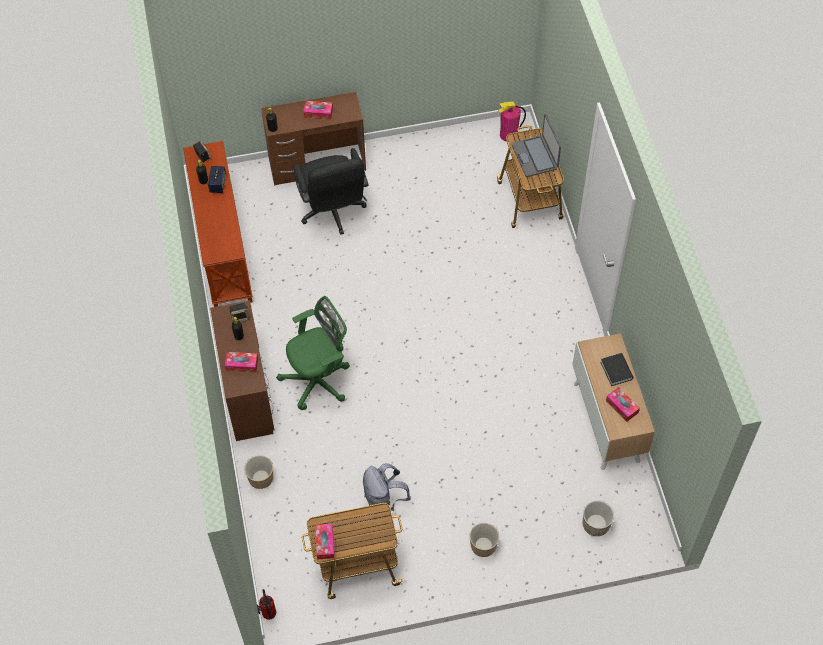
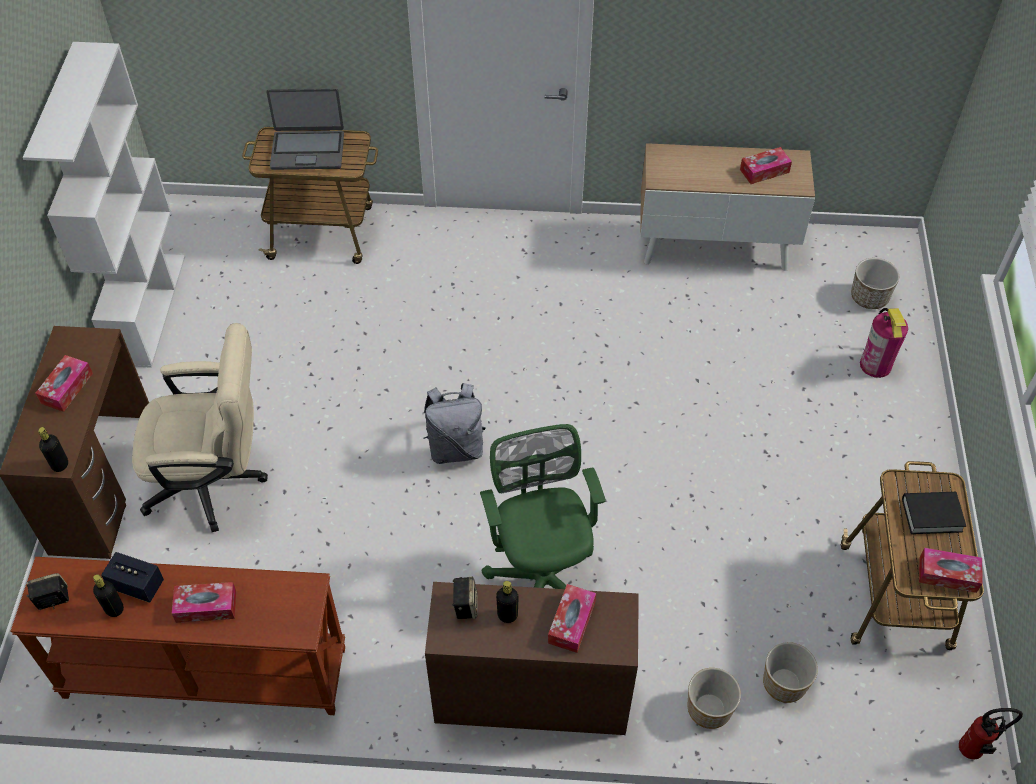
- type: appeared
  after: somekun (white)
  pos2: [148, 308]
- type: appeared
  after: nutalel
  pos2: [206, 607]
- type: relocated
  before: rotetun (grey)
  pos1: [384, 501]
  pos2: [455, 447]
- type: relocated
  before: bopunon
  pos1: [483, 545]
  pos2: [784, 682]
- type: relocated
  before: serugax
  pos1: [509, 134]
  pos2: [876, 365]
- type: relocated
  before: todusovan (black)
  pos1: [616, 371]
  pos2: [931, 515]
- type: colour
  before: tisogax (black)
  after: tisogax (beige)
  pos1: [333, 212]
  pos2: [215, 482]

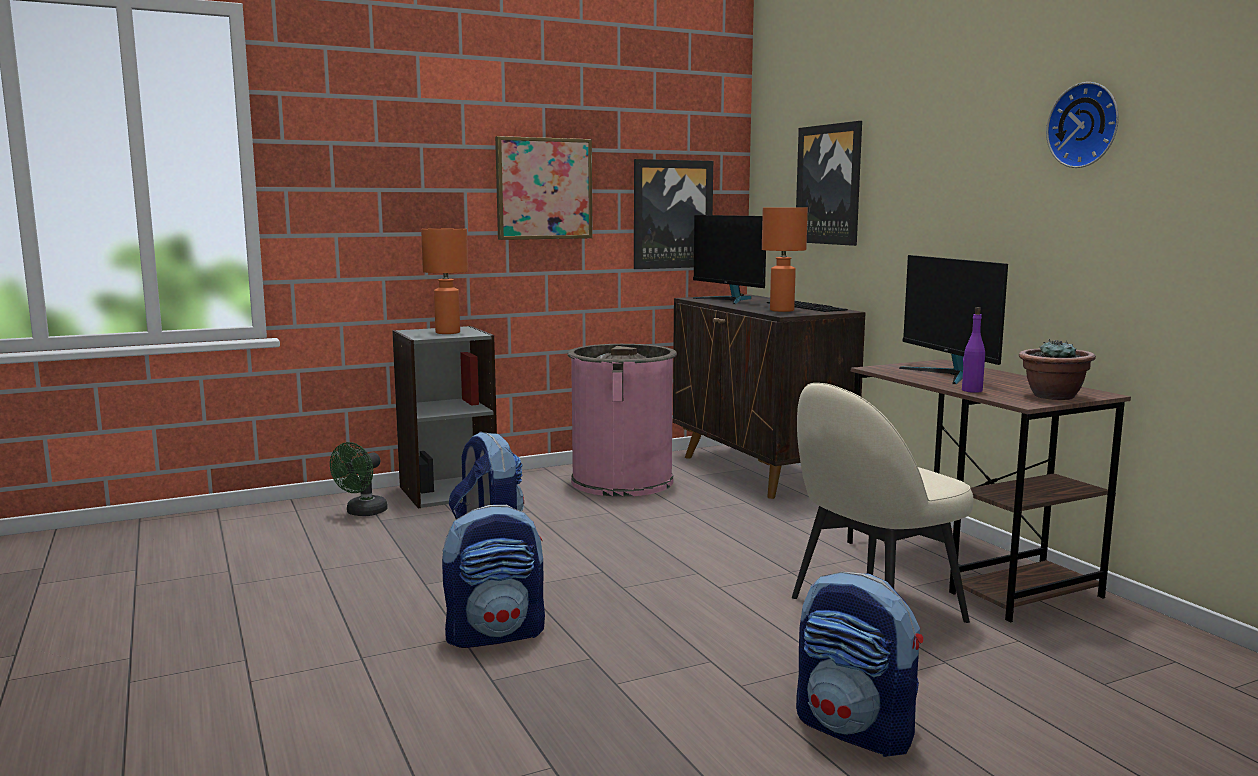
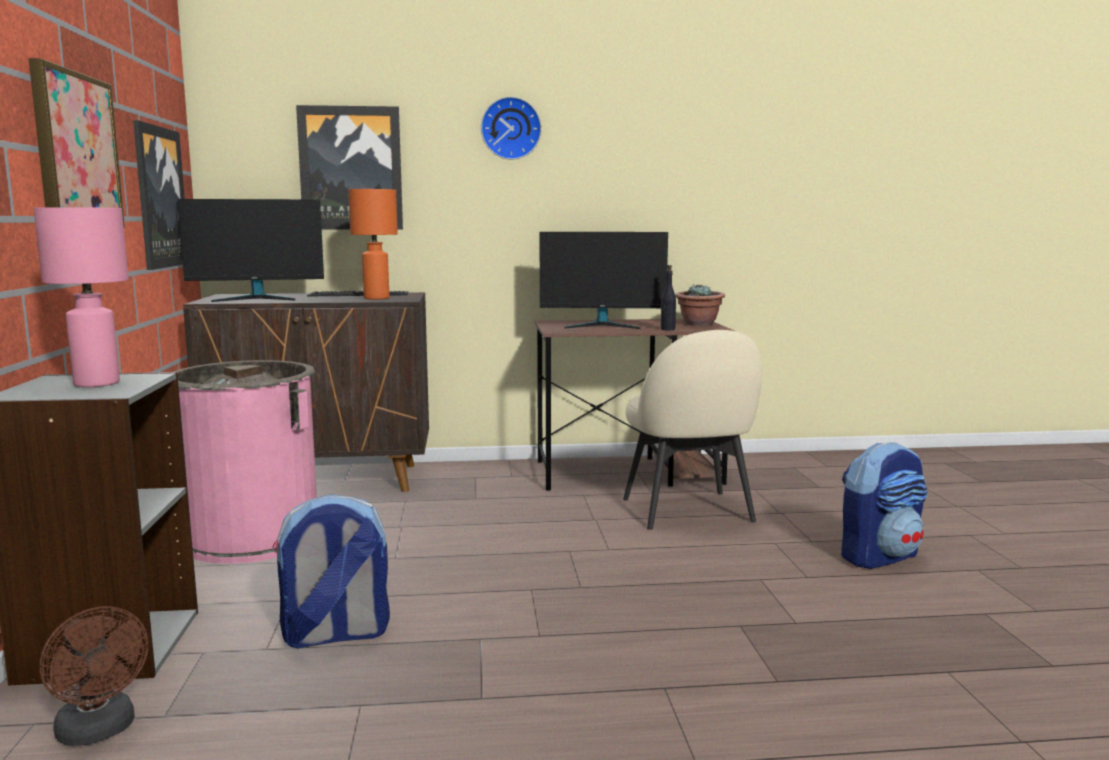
- type: missing
  before: rotetun
  pos1: [496, 634]
- type: relocated
  before: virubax
  pos1: [1086, 125]
  pos2: [510, 128]
- type: colour
  before: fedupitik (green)
  after: fedupitik (brown)
  pos1: [362, 513]
  pos2: [100, 731]
- type: colour
  before: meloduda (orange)
  after: meloduda (pink)
  pos1: [447, 333]
  pos2: [97, 384]
- type: colour
  before: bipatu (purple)
  after: bipatu (black)
  pos1: [971, 390]
  pos2: [667, 329]

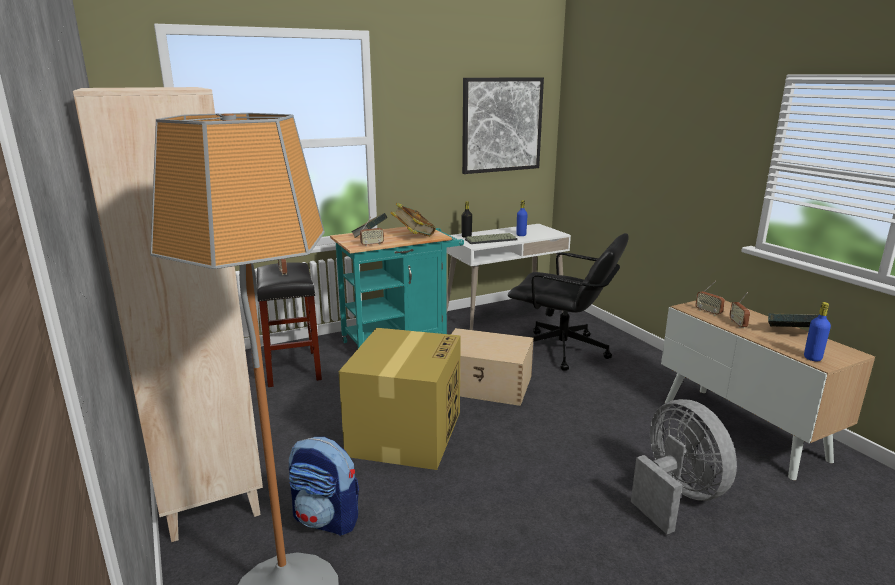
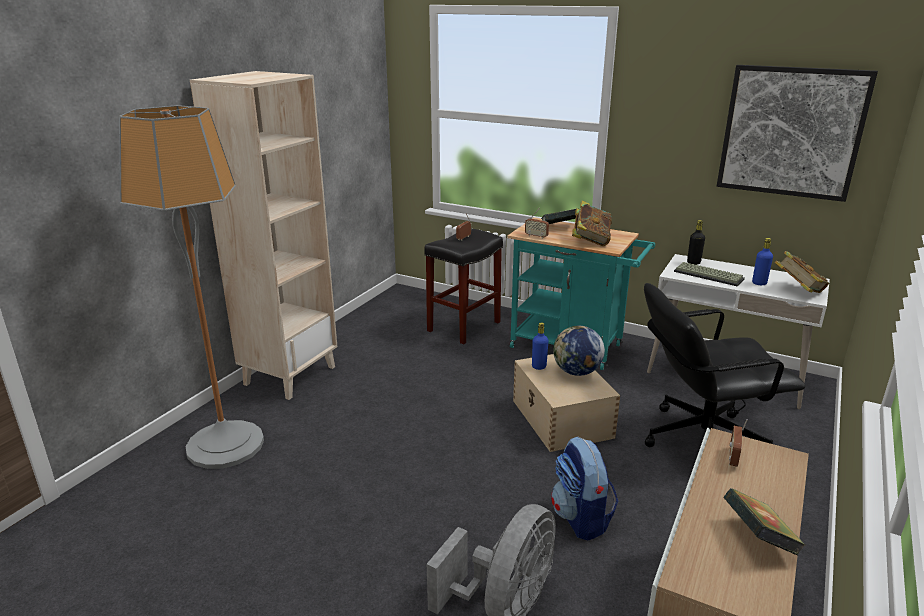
- type: missing
  before: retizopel
  pos1: [405, 432]
- type: missing
  before: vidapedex
  pos1: [738, 324]
- type: appeared
  after: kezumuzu
  pos2: [576, 372]
- type: appeared
  after: todusovan
  pos2: [797, 291]
- type: relocated
  before: rotetun
  pos1: [327, 519]
  pos2: [581, 518]
- type: relocated
  before: bipatu (blue)
  pos1: [812, 358]
  pos2: [539, 366]
- type: spun
  before: tisogax (black)
  pos1: [563, 351]
  pos2: [701, 439]
  turn: 90

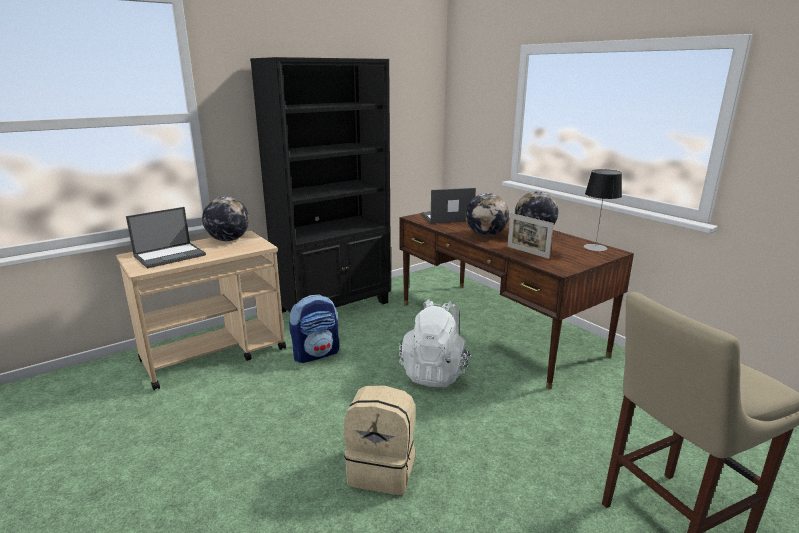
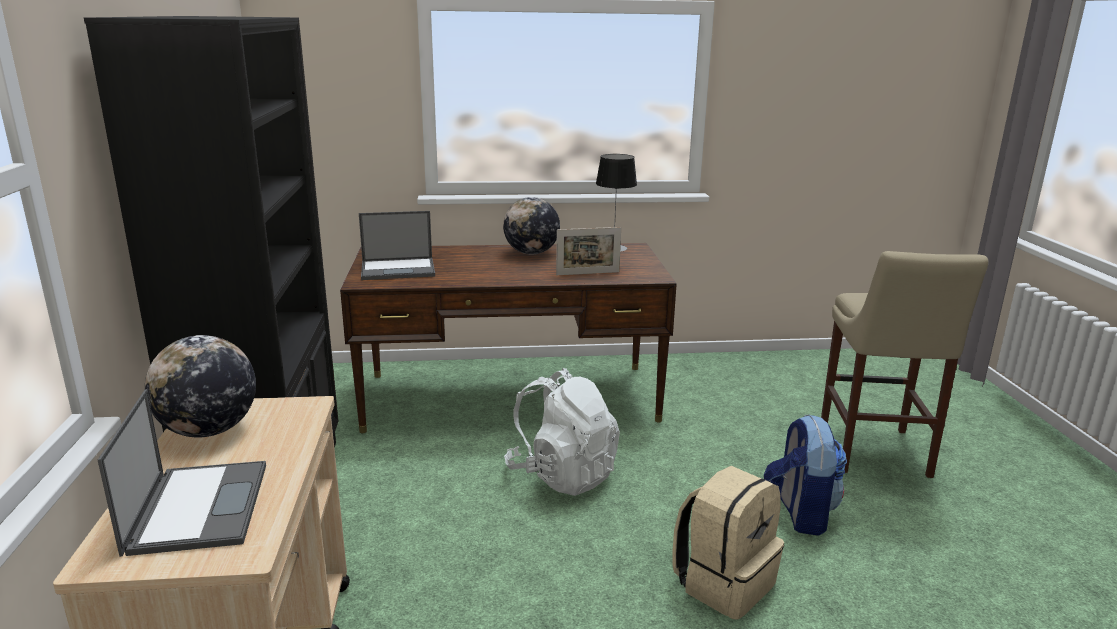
- type: missing
  before: kezumuzu
  pos1: [485, 235]
- type: relocated
  before: rotetun
  pos1: [316, 354]
  pos2: [800, 513]
- type: spun
  before: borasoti
  pos1: [446, 217]
  pos2: [399, 269]
  turn: -120

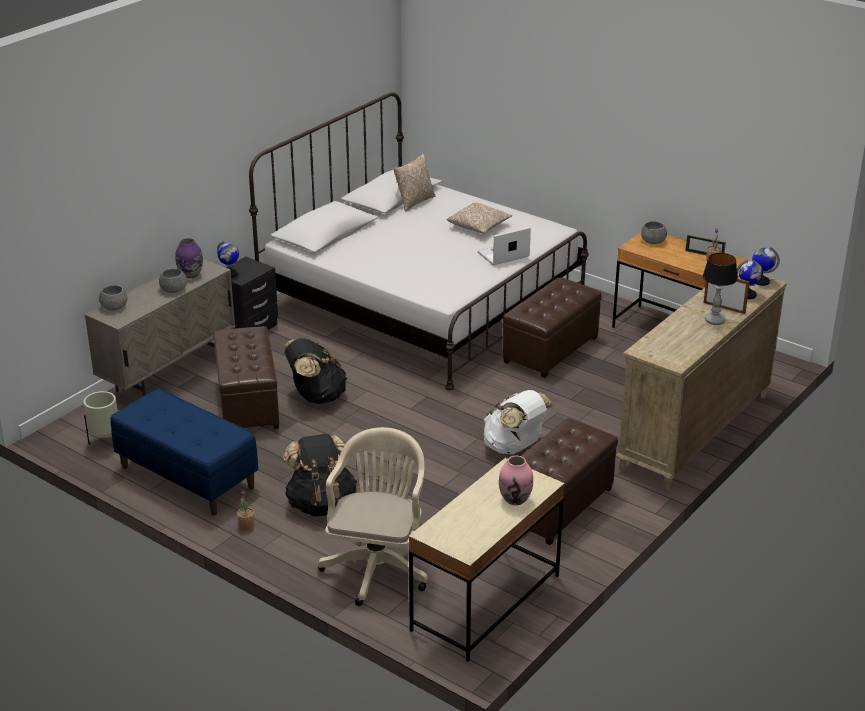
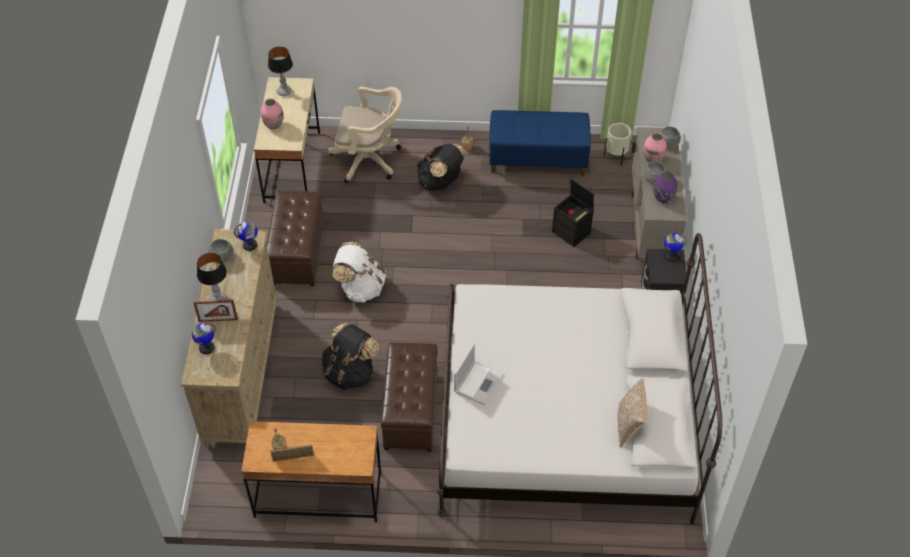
- type: missing
  before: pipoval
  pos1: [479, 226]
- type: appeared
  after: meloduda
  pos2: [284, 92]
- type: appeared
  after: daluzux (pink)
  pos2: [652, 159]
- type: relocated
  before: rotetun (black)
  pos1: [316, 396]
  pos2: [350, 372]
- type: relocated
  before: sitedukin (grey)
  pos1: [653, 241]
  pos2: [221, 256]
- type: relocated
  before: kezumuzu
  pos1: [761, 281]
  pos2: [250, 245]
- type: exchanged
  before: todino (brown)
  after: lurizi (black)
  pos1: [247, 403]
  pos2: [572, 232]
- type: spun
  before: tisogax (beige)
  pos1: [378, 565]
  pos2: [370, 160]
  turn: -60

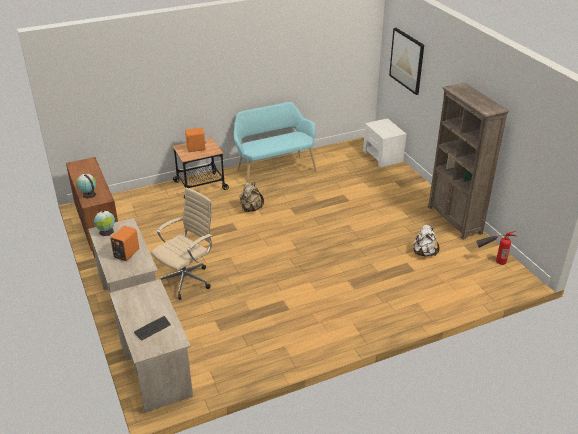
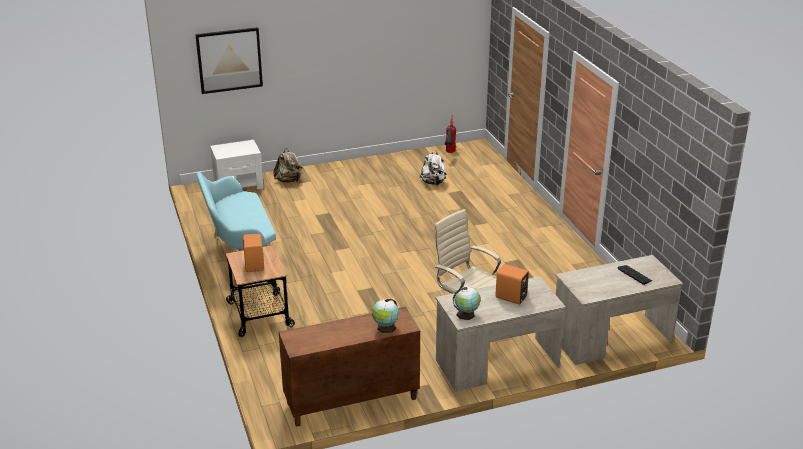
- type: missing
  before: somekun (brown)
  pos1: [454, 220]
- type: relocated
  before: rotetun (beige)
  pos1: [251, 209]
  pos2: [289, 180]

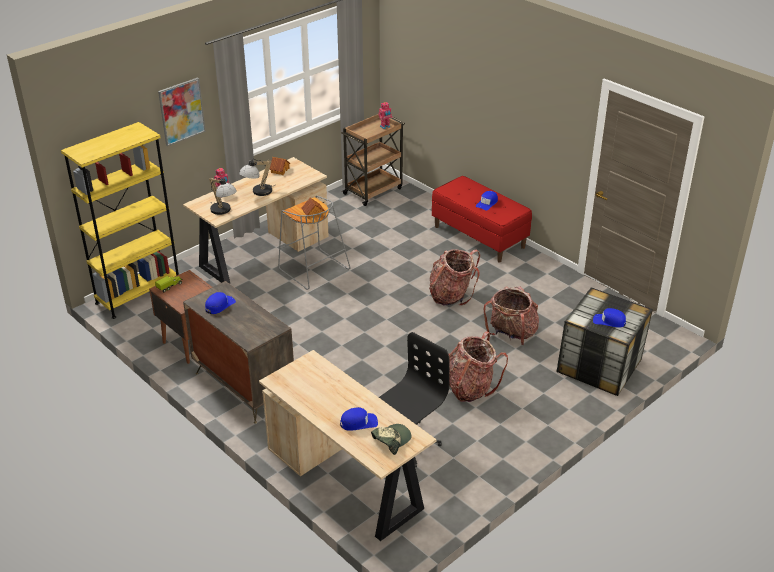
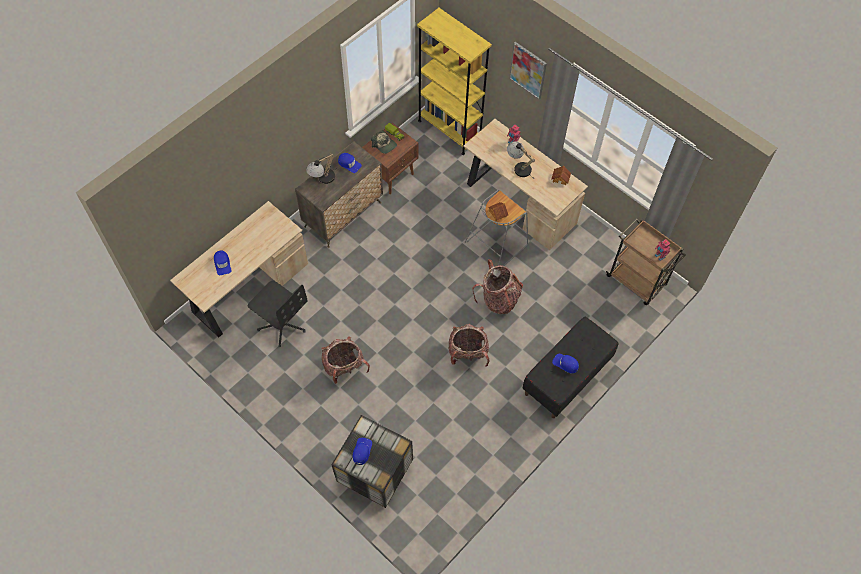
- type: relocated
  before: meloduda
  pos1: [224, 211]
  pos2: [322, 179]
- type: relocated
  before: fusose
  pos1: [391, 440]
  pos2: [384, 145]
- type: relocated
  before: rotetun
  pos1: [511, 334]
  pos2: [498, 299]
- type: colour
  before: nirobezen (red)
  after: nirobezen (black)
  pos1: [479, 237]
  pos2: [566, 377]

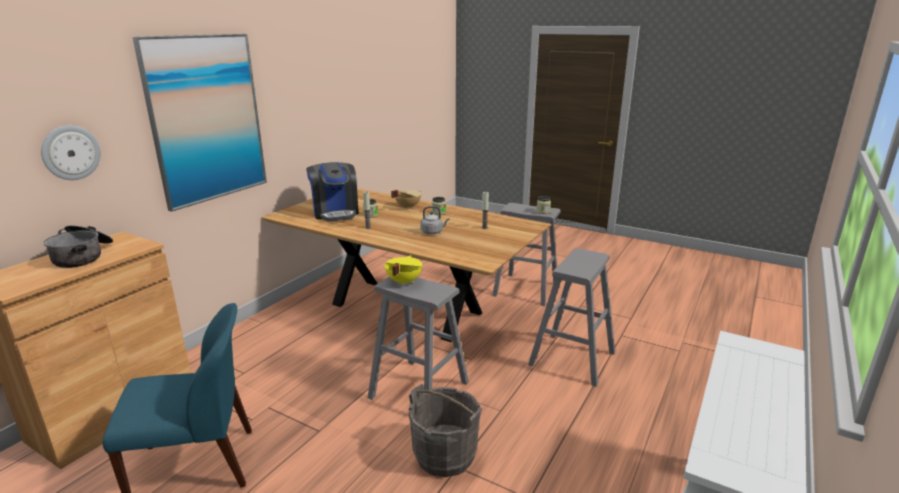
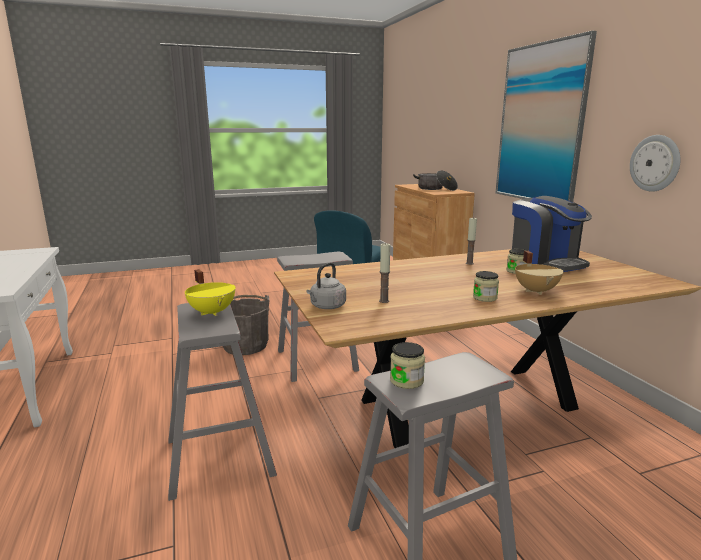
- type: relocated
  before: virubax
  pos1: [71, 152]
  pos2: [655, 163]
- type: relocated
  before: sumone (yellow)
  pos1: [403, 281]
  pos2: [213, 312]
- type: relocated
  before: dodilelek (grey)
  pos1: [433, 232]
  pos2: [326, 307]
- type: spun
  before: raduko
  pos1: [335, 212]
  pos2: [545, 263]
  turn: -135

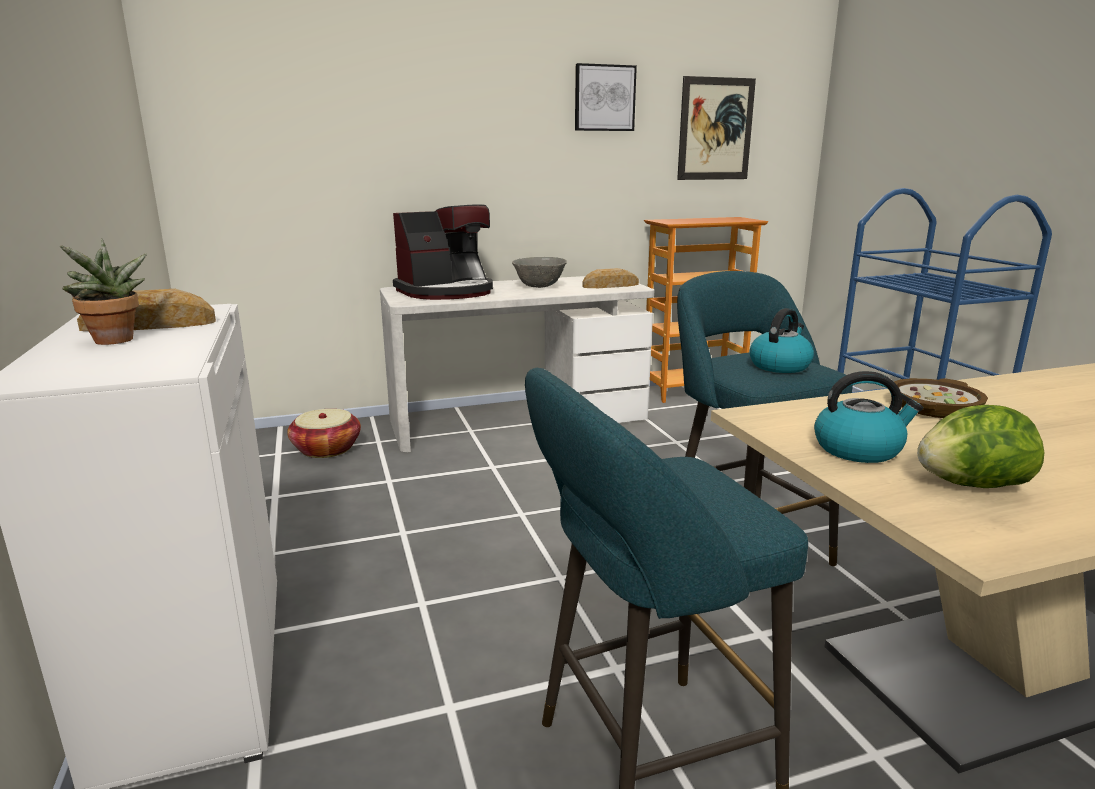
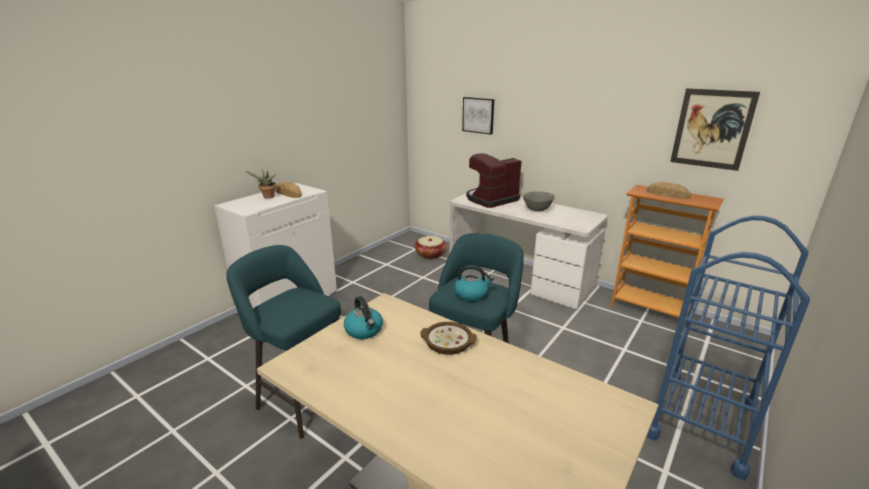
- type: missing
  before: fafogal
  pos1: [970, 485]
- type: relocated
  before: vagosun
  pos1: [604, 98]
  pos2: [478, 115]
- type: relocated
  before: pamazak
  pos1: [610, 285]
  pos2: [667, 194]
- type: spun
  before: raduko
  pos1: [447, 292]
  pos2: [491, 199]
  turn: 120

